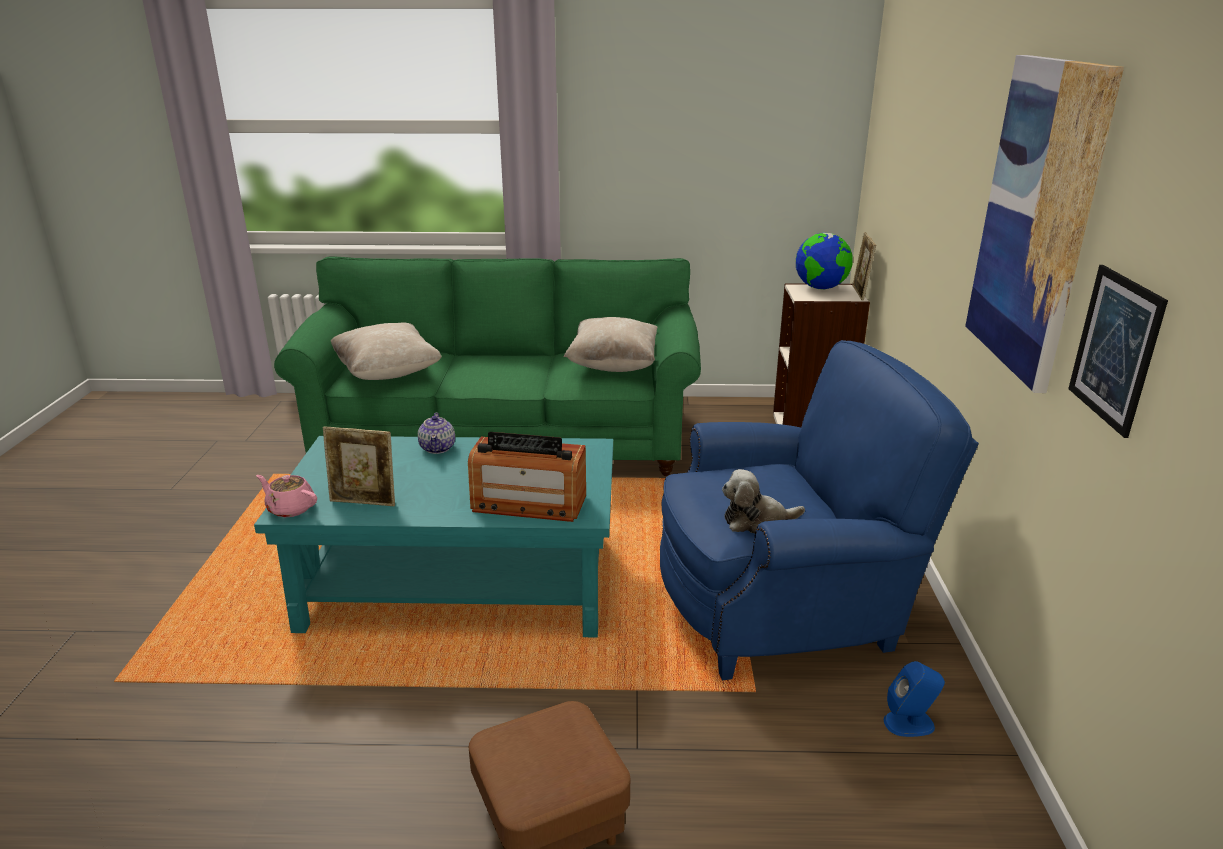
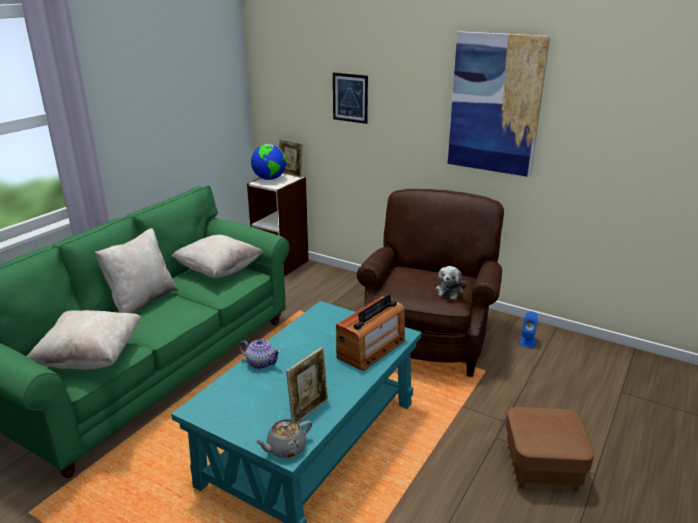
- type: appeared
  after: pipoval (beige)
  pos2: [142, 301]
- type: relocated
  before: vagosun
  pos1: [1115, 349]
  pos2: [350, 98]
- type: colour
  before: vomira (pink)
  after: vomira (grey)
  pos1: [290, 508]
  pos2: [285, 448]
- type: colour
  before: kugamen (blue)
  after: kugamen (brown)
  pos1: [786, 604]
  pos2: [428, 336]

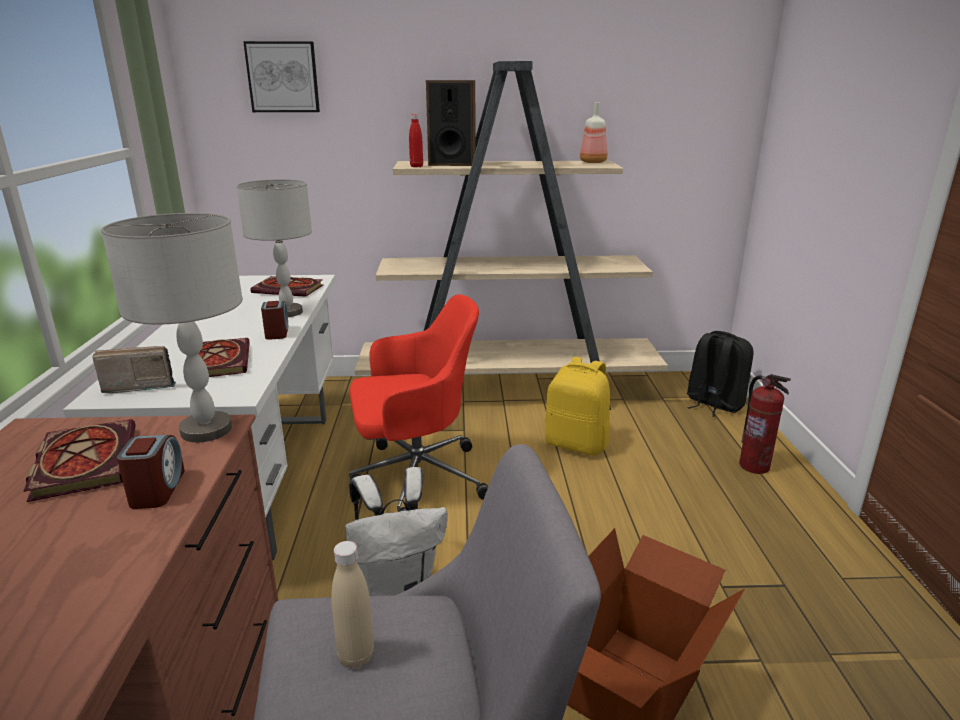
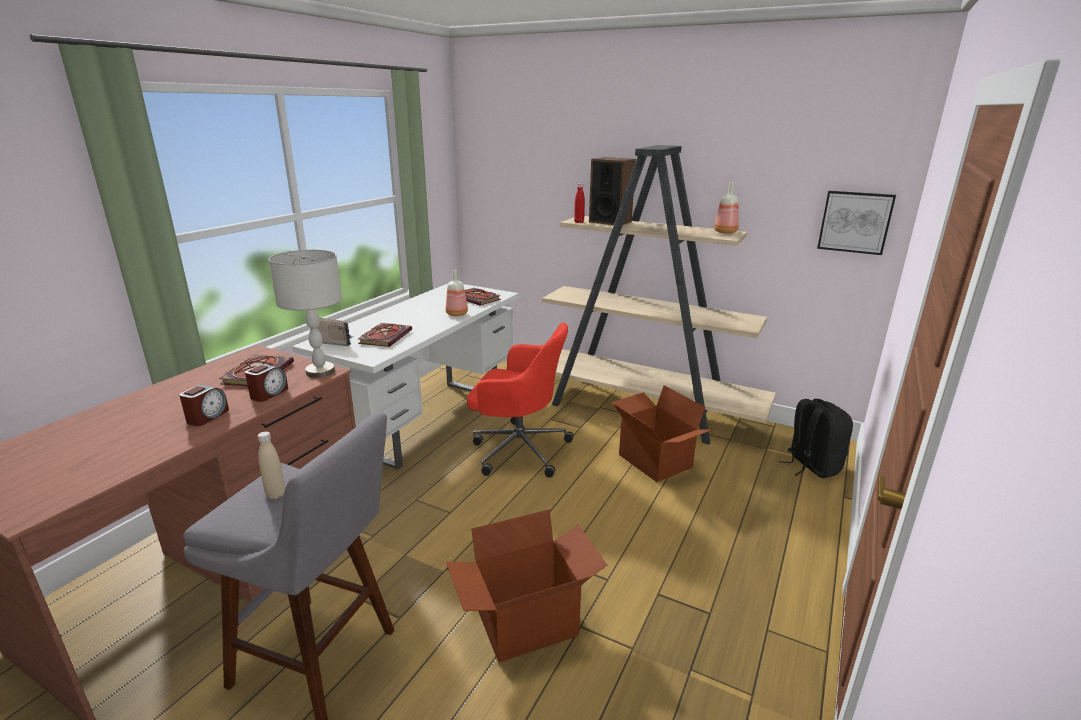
- type: missing
  before: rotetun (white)
  pos1: [397, 583]
- type: missing
  before: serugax
  pos1: [755, 466]
- type: relocated
  before: vagosun
  pos1: [283, 77]
  pos2: [855, 222]
- type: relocated
  before: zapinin
  pos1: [277, 332]
  pos2: [207, 417]
- type: exchanged
  before: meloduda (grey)
  after: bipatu
  pos1: [288, 312]
  pos2: [457, 314]
- type: exchanged
  before: rotetun (yellow)
  after: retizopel
  pos1: [577, 444]
  pos2: [653, 461]

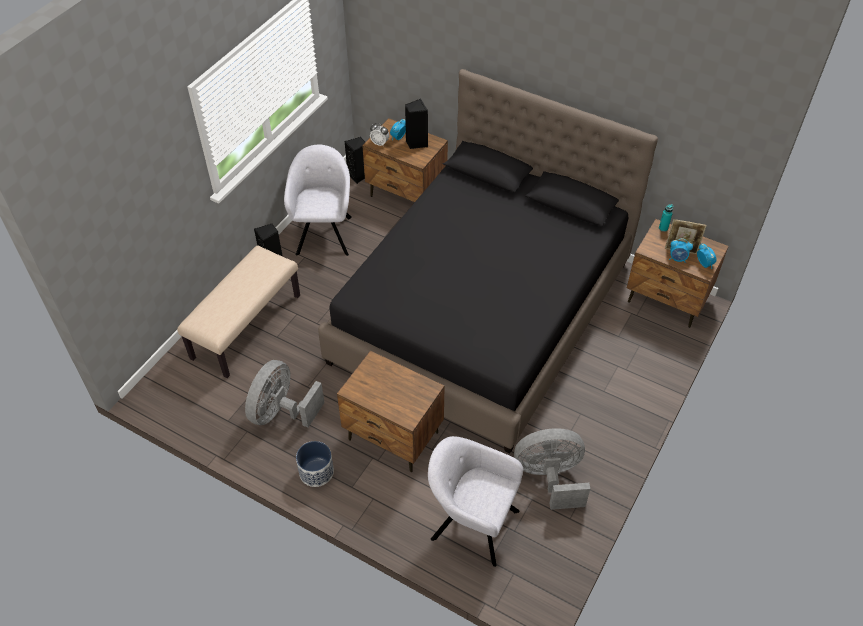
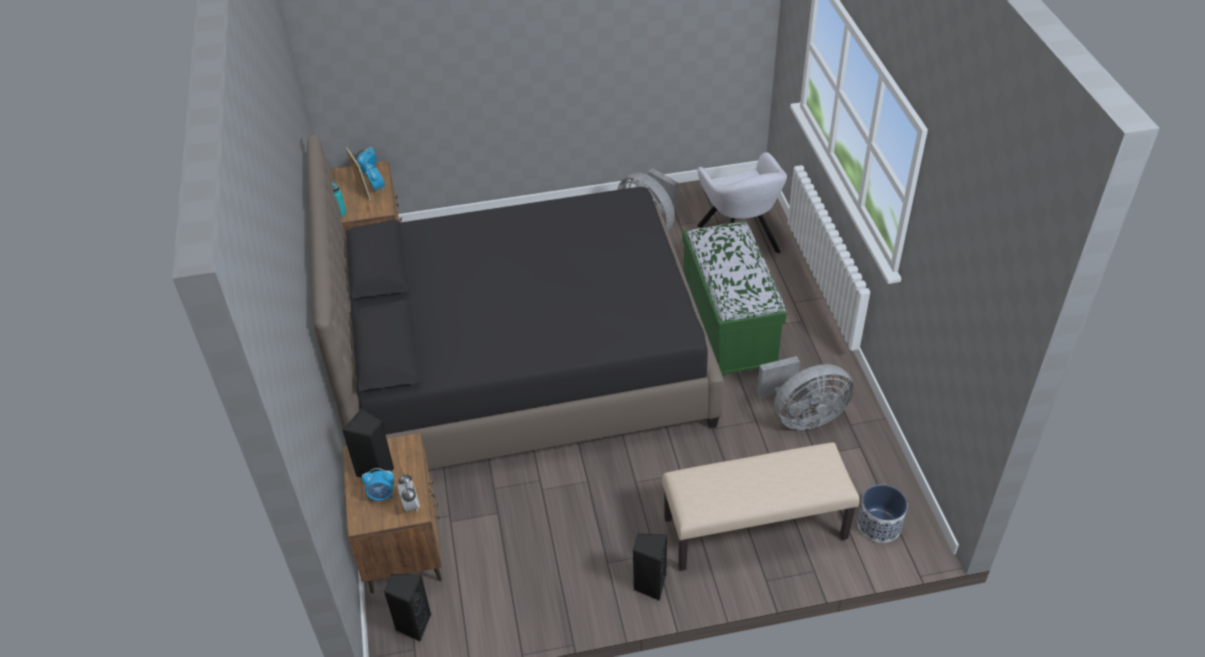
- type: missing
  before: kugamen (grey)
  pos1: [324, 233]
- type: relocated
  before: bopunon
  pos1: [316, 472]
  pos2: [878, 525]
- type: exchanged
  before: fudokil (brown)
  after: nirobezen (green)
  pos1: [393, 437]
  pos2: [728, 328]

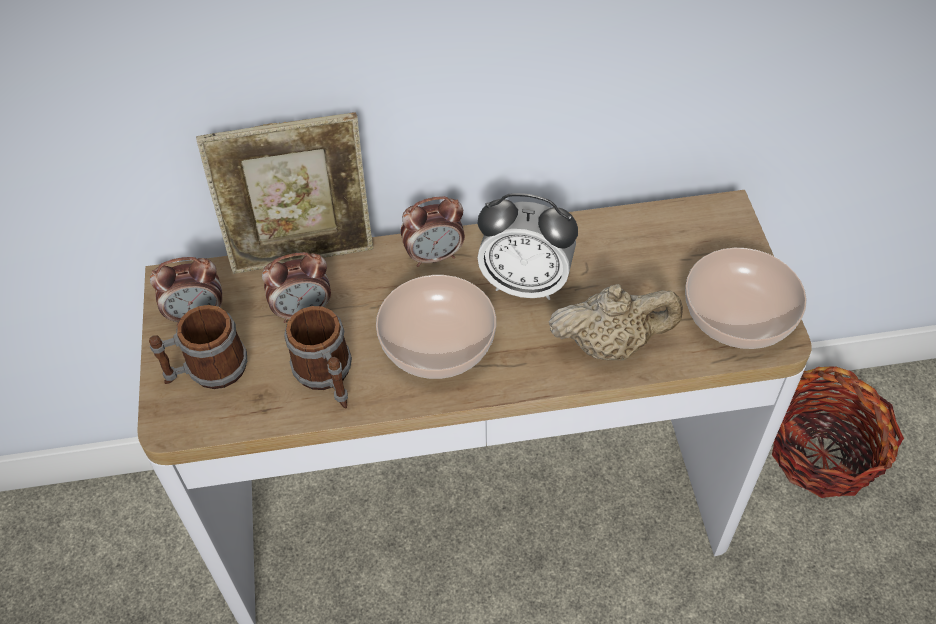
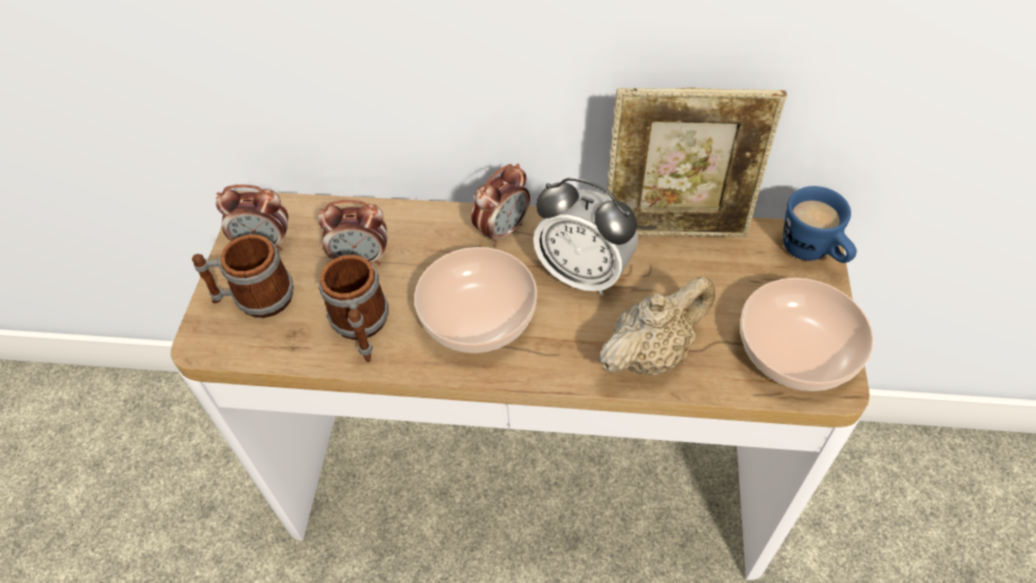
- type: missing
  before: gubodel
  pos1: [823, 453]
- type: appeared
  after: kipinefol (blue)
  pos2: [812, 253]
- type: relocated
  before: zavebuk
  pos1: [304, 255]
  pos2: [675, 229]
- type: spun
  before: zapinin
  pos1: [434, 256]
  pos2: [502, 231]
  turn: -45
- type: spun
  before: vomira (beige)
  pos1: [610, 344]
  pos2: [651, 353]
  turn: -45

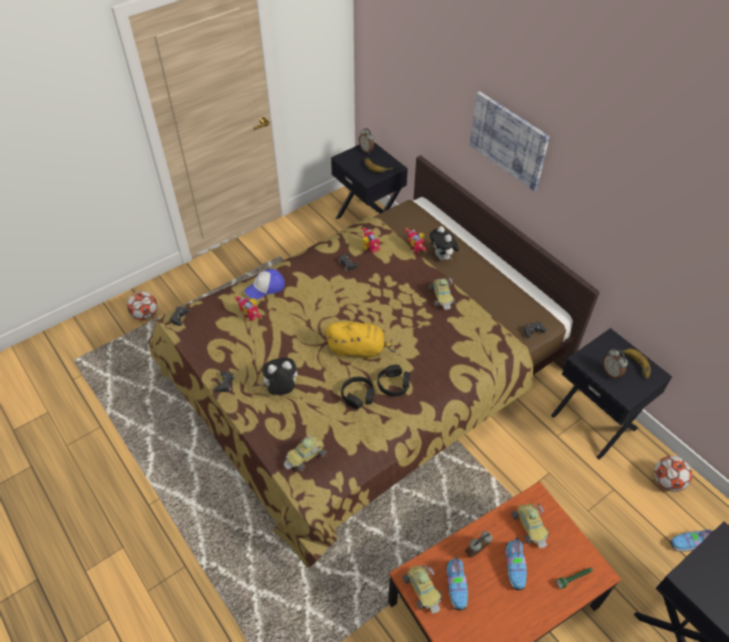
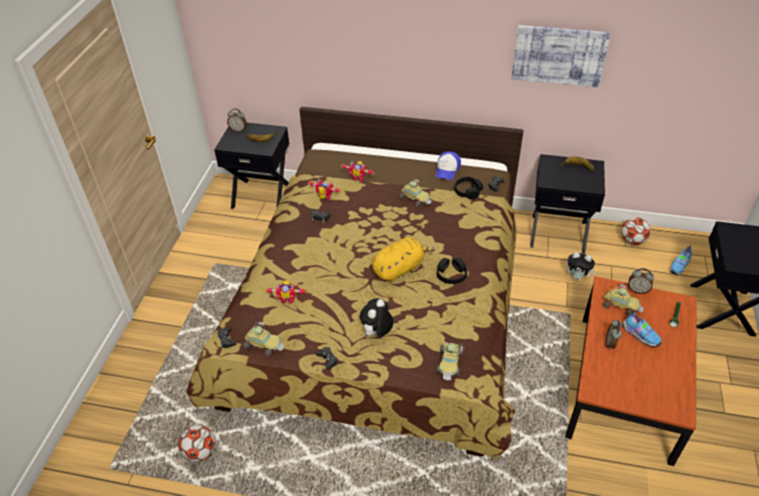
- type: missing
  before: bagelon
  pos1: [456, 585]
- type: relocated
  before: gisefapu
  pos1: [145, 315]
  pos2: [200, 452]
- type: relocated
  before: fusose
  pos1: [265, 288]
  pos2: [447, 169]
- type: relocated
  before: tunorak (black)
  pos1: [358, 395]
  pos2: [467, 191]
- type: relocated
  before: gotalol
  pos1: [423, 589]
  pos2: [263, 344]
- type: relocated
  before: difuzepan
  pos1: [443, 257]
  pos2: [578, 277]
- type: relocated
  before: vagosun
  pos1: [508, 140]
  pos2: [559, 55]
- type: relocated
  before: zapinin
  pos1: [611, 372]
  pos2: [637, 290]

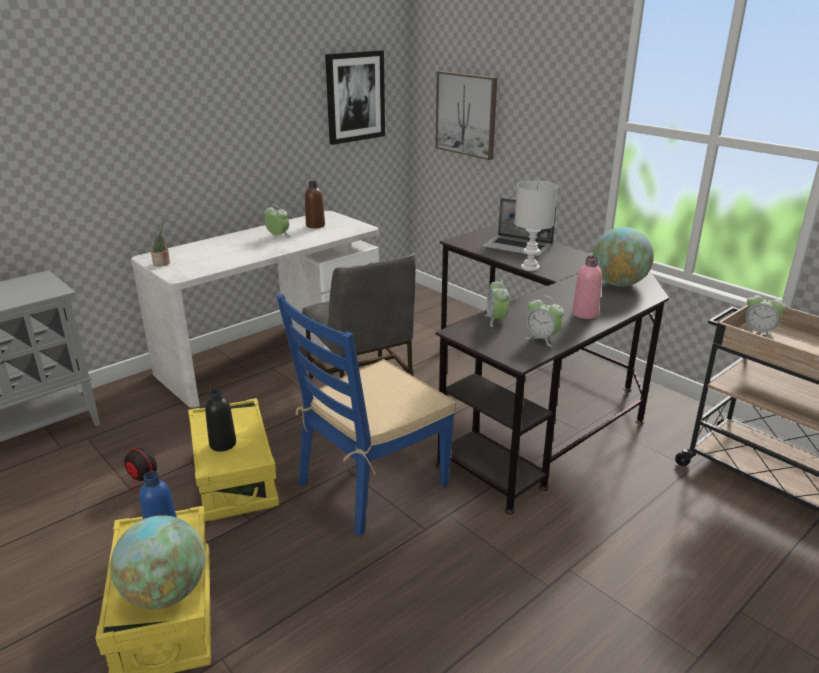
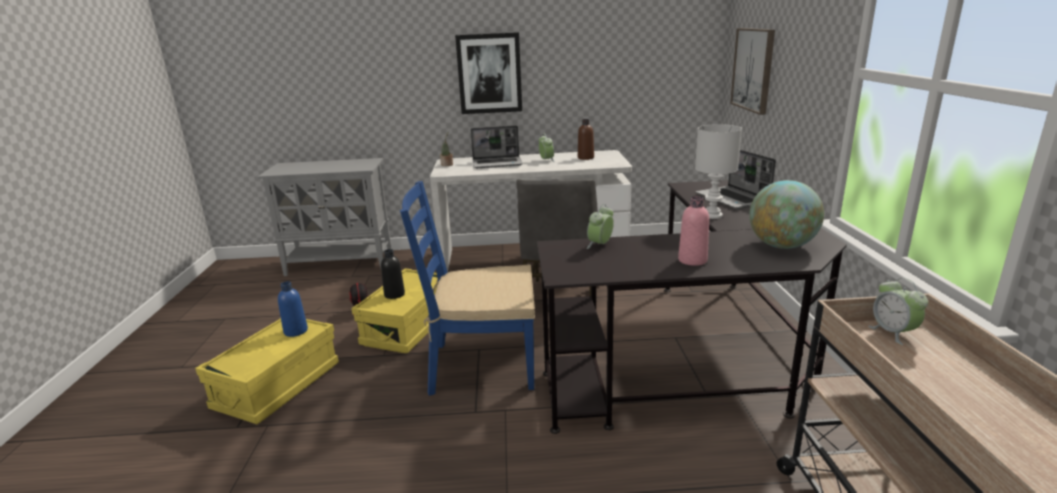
- type: missing
  before: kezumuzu
  pos1: [165, 593]
- type: missing
  before: zapinin
  pos1: [542, 339]
- type: appeared
  after: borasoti
  pos2: [498, 163]
- type: relocated
  before: vagosun
  pos1: [355, 97]
  pos2: [489, 73]

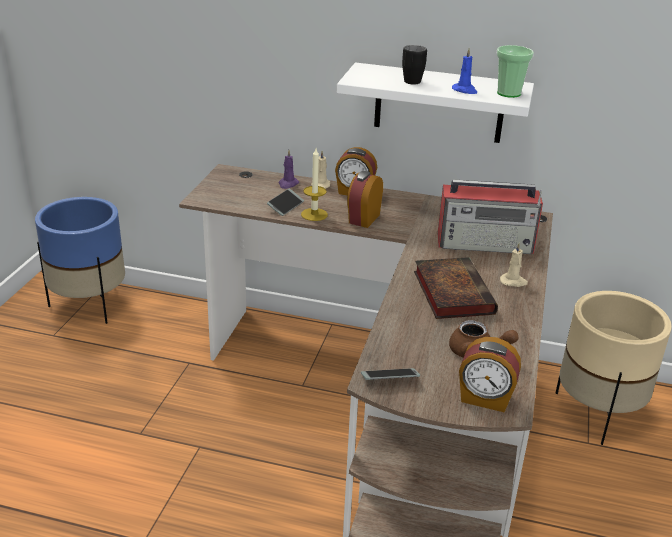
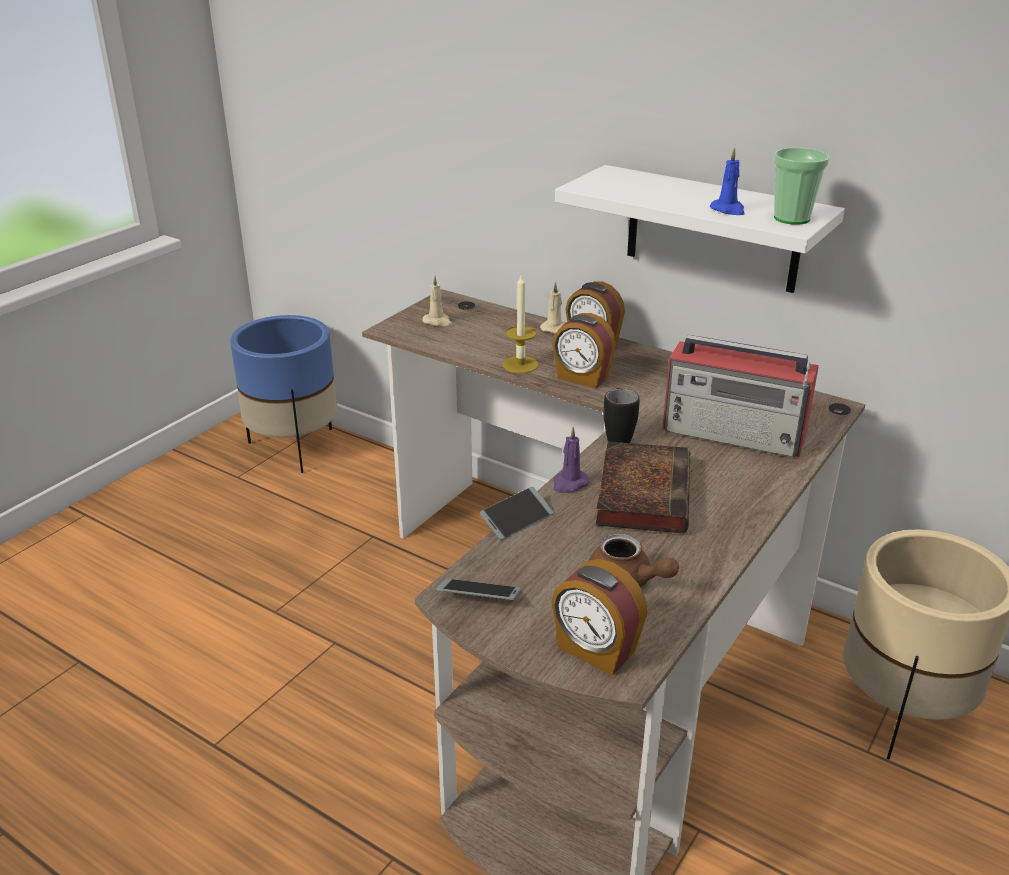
- type: relocated
  before: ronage
  pos1: [285, 206]
  pos2: [517, 519]
- type: relocated
  before: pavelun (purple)
  pos1: [288, 184]
  pos2: [569, 484]
- type: relocated
  before: kipinefol (black)
  pos1: [410, 80]
  pos2: [618, 435]
- type: relocated
  before: pavelun (beige)
  pos1: [513, 282]
  pos2: [437, 322]
- type: spun
  before: zapinin
  pos1: [363, 219]
  pos2: [582, 378]
  turn: -105

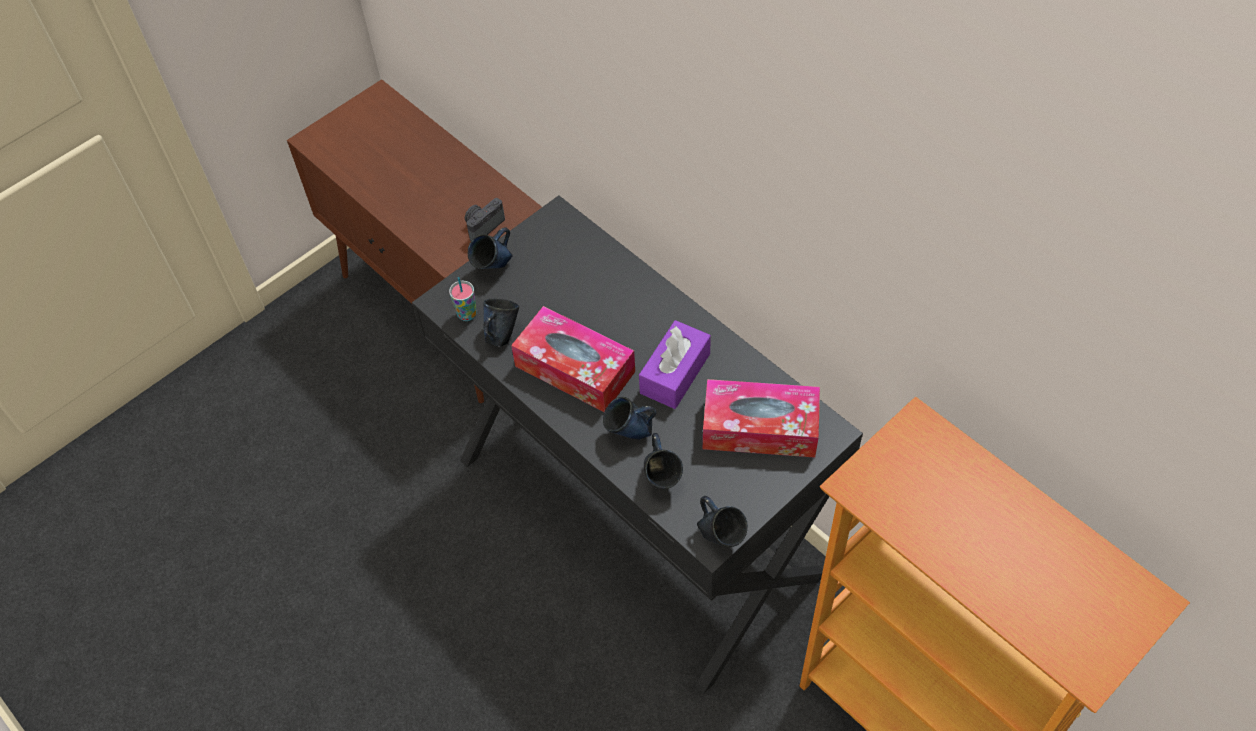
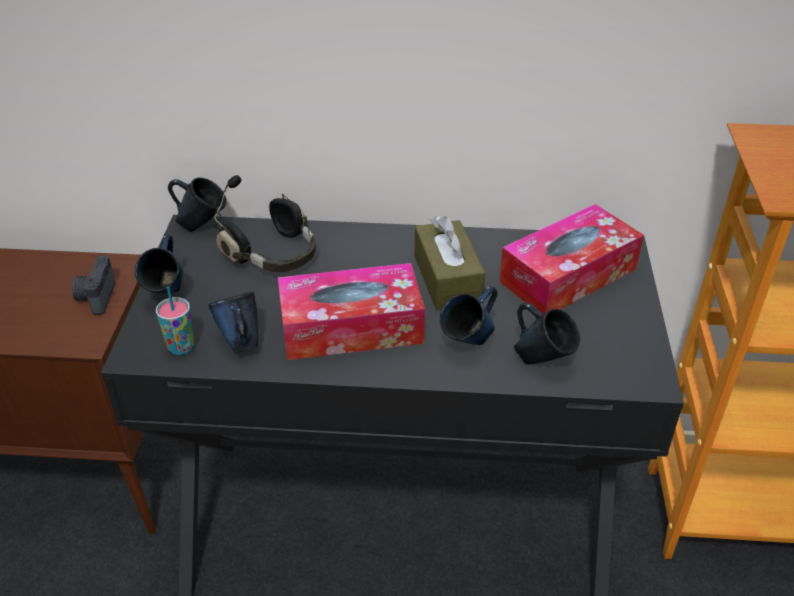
- type: appeared
  after: tunorak (black)
  pos2: [274, 255]
- type: relocated
  before: kipinefol (blue)
  pos1: [719, 537]
  pos2: [202, 226]
- type: colour
  before: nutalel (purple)
  after: nutalel (brown)
  pos1: [675, 373]
  pos2: [447, 279]

